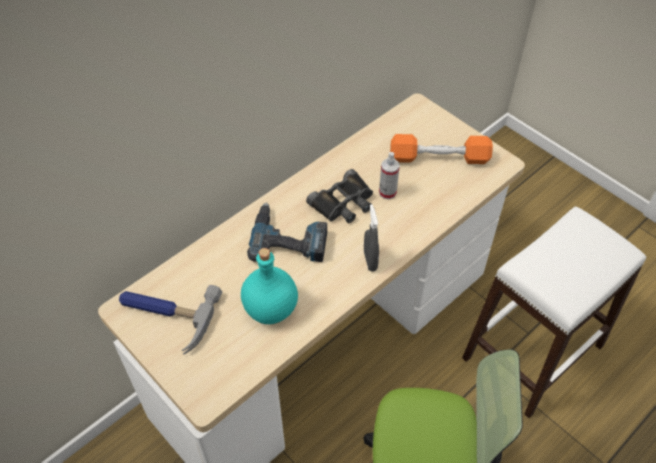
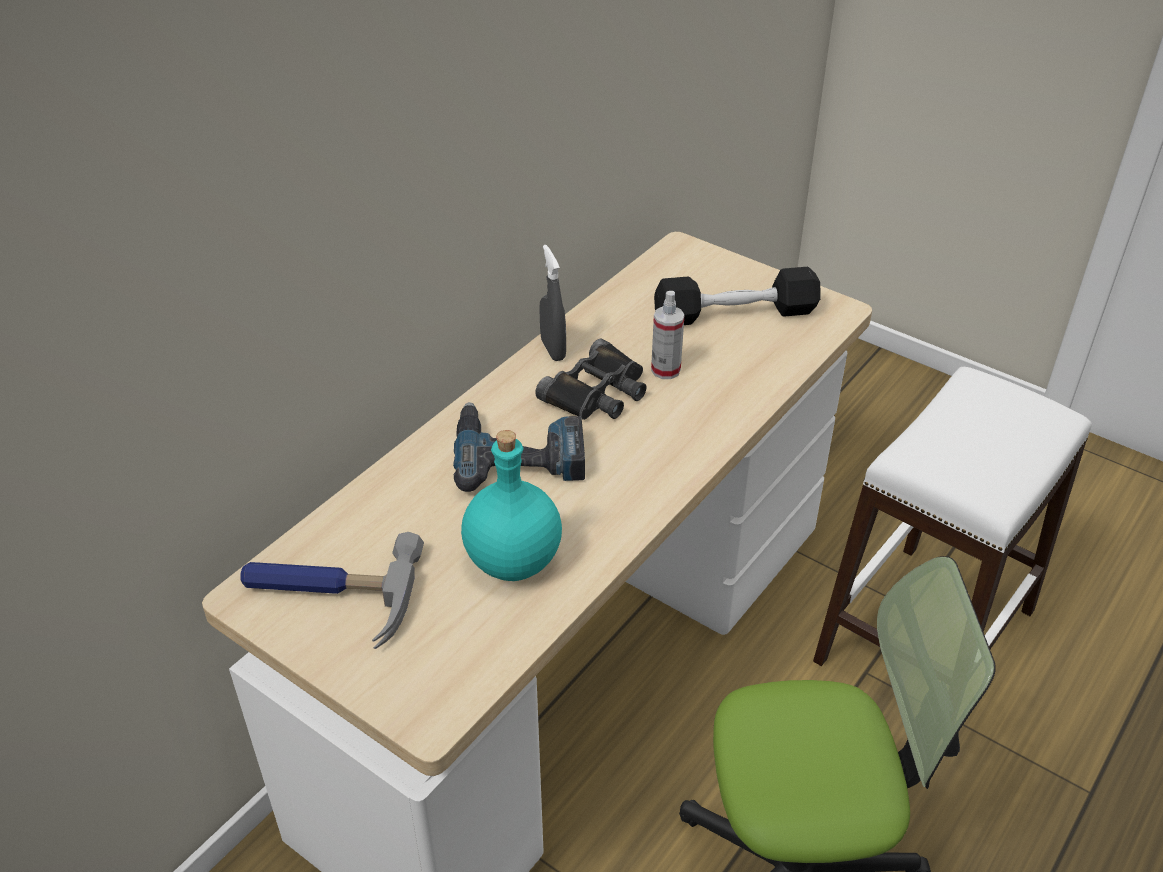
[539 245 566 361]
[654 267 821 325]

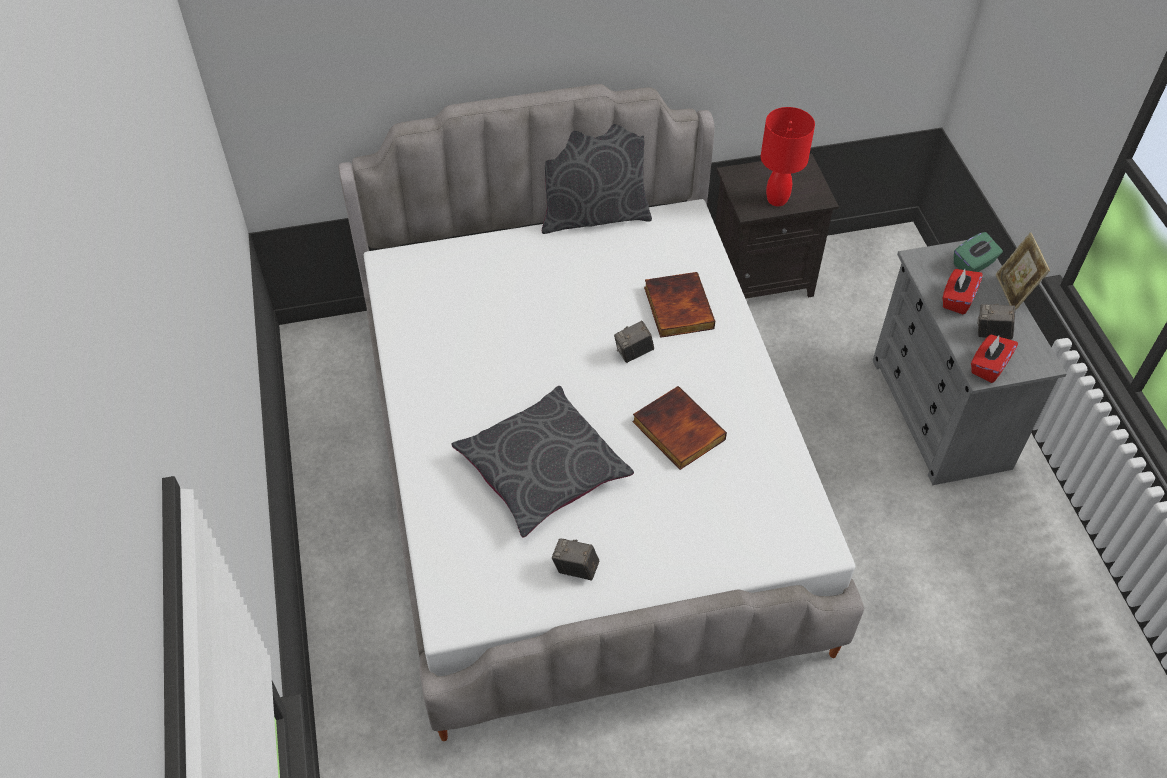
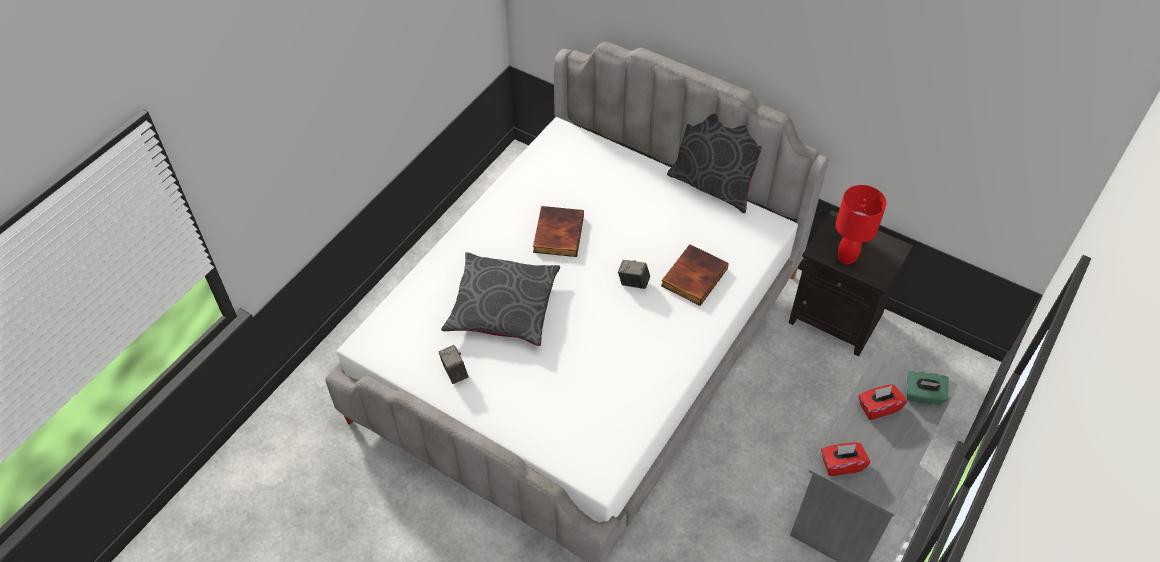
[533 206 584 257]
[977 303 1015 340] (first image)
[996 232 1050 311] (first image)

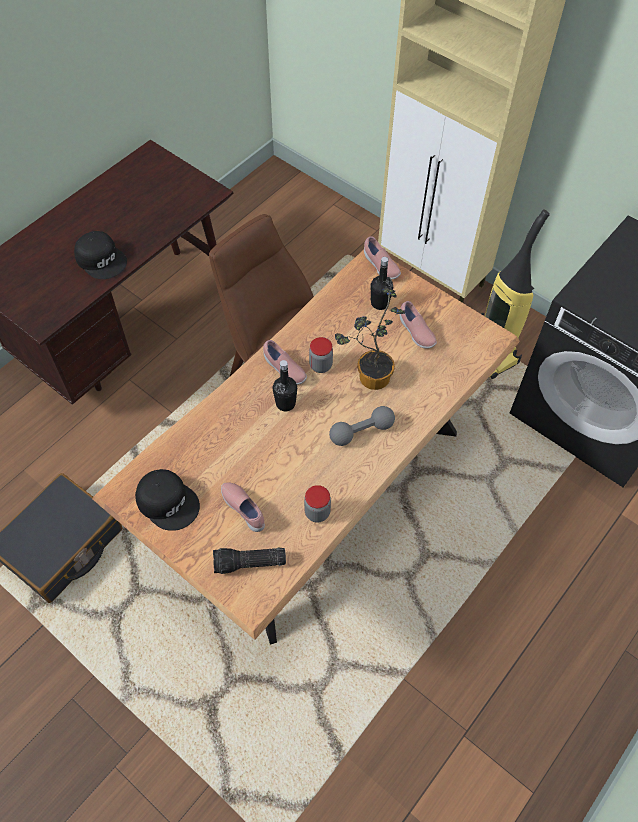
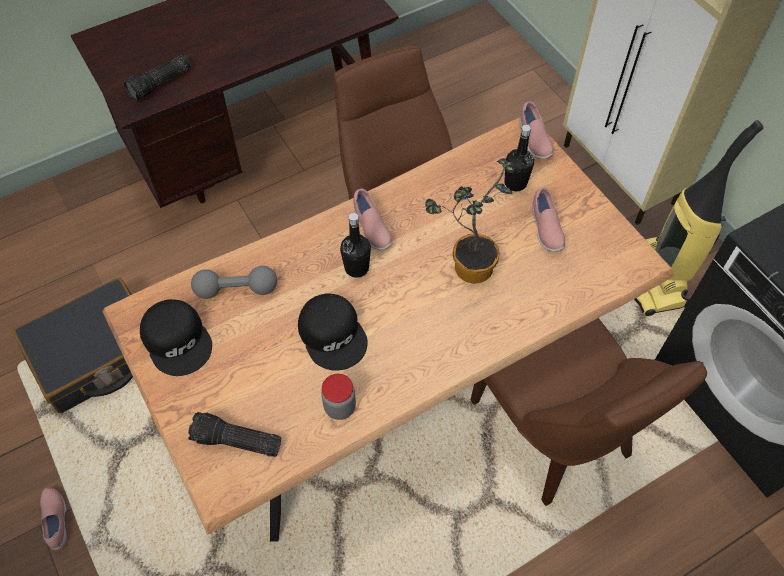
[298 294 368 371]
[40 488 67 550]
[309 337 333 373] (first image)
[191 266 277 299]
[123 55 191 101]
[471 318 707 506]

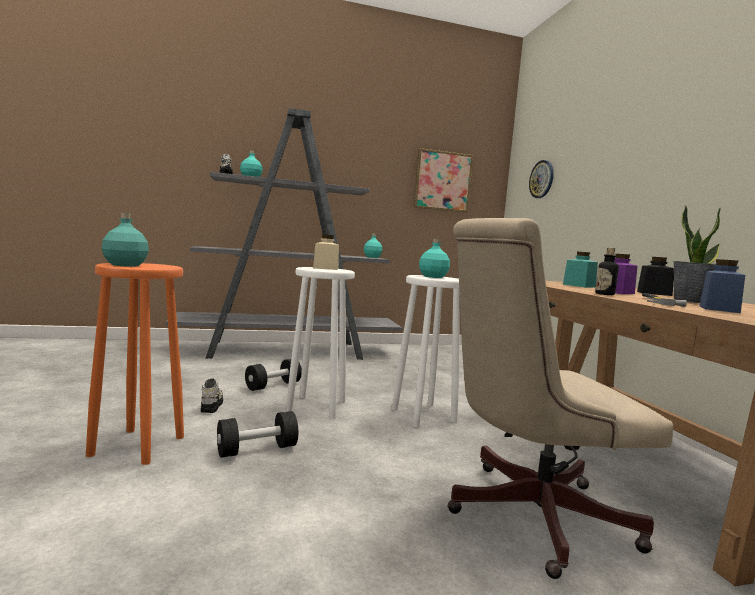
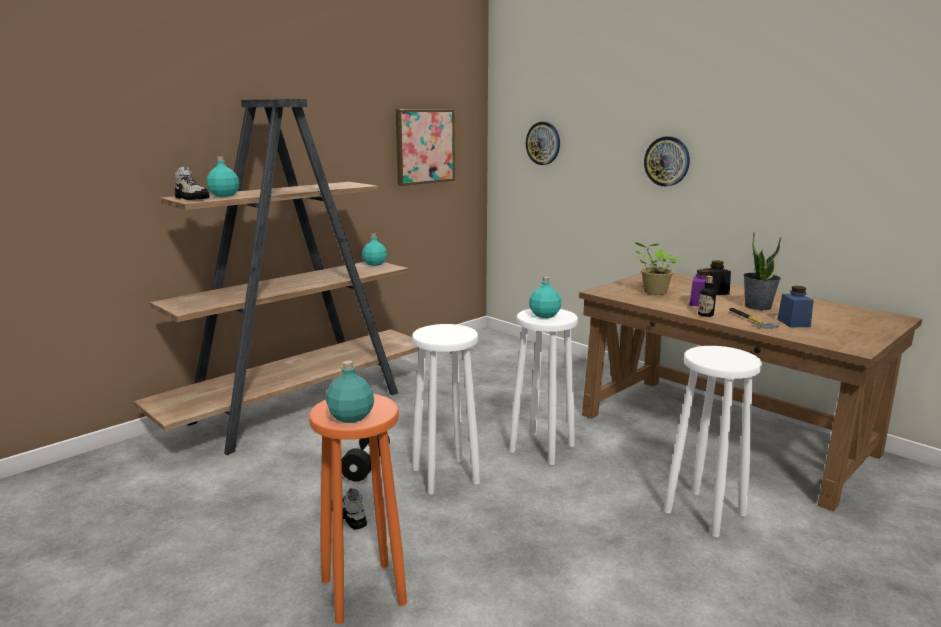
[134 99 419 455]
[217 411 298 458] (first image)
[313 234 339 270] (first image)
[664 346 762 537]
[631 242 680 295]
[644 136 690 187]

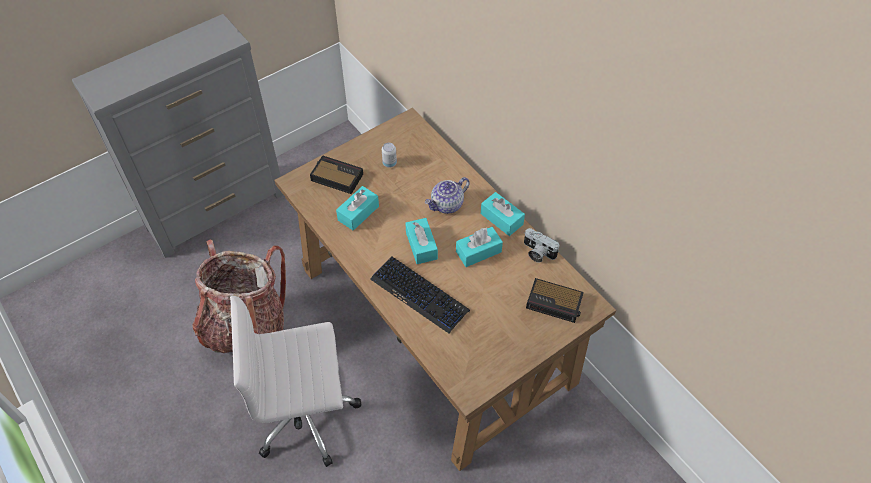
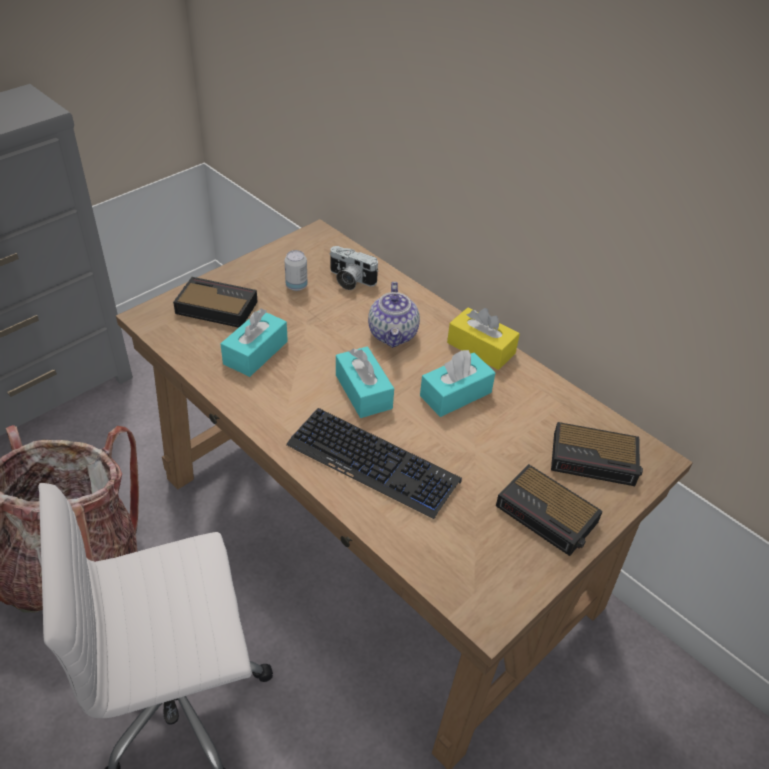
[368 282 420 348]
[447 307 520 370]
[330 246 379 290]
[496 464 603 556]

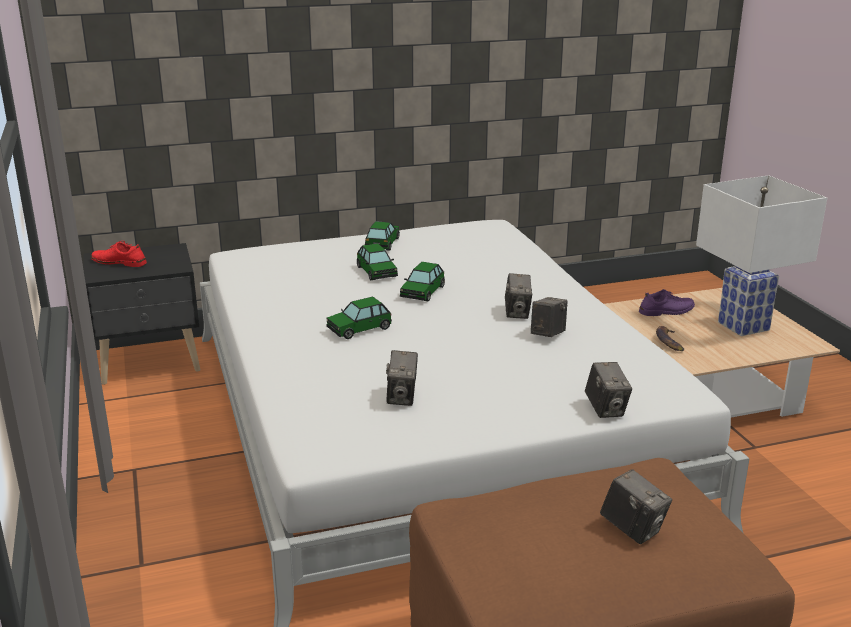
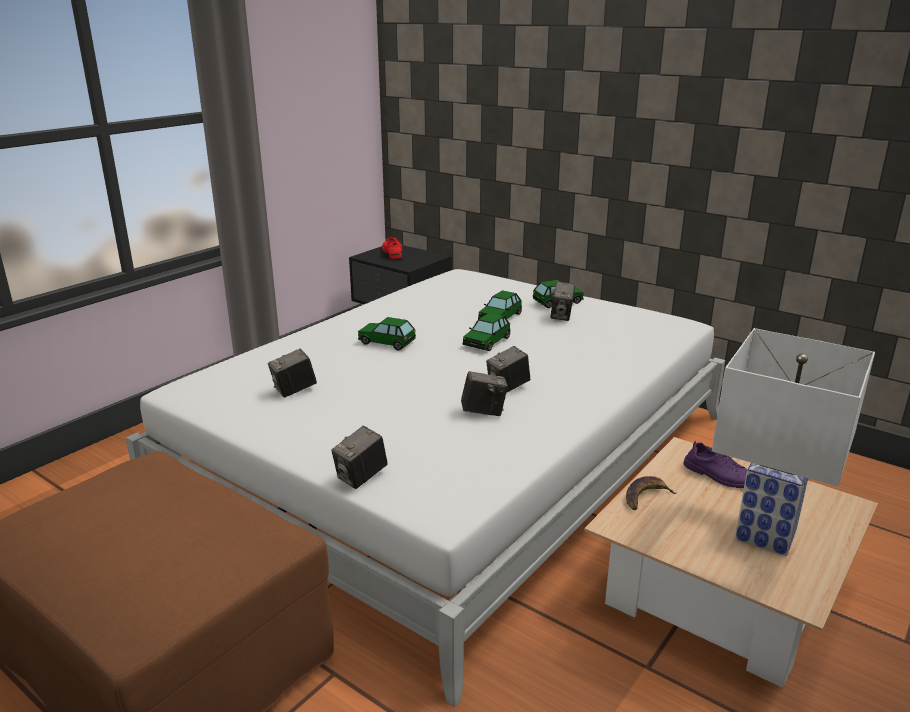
[462 313 510 351]
[551 282 575 321]

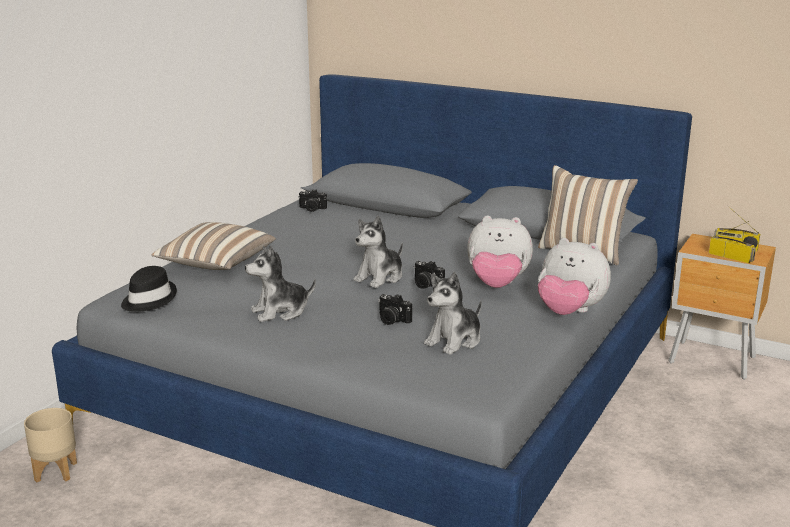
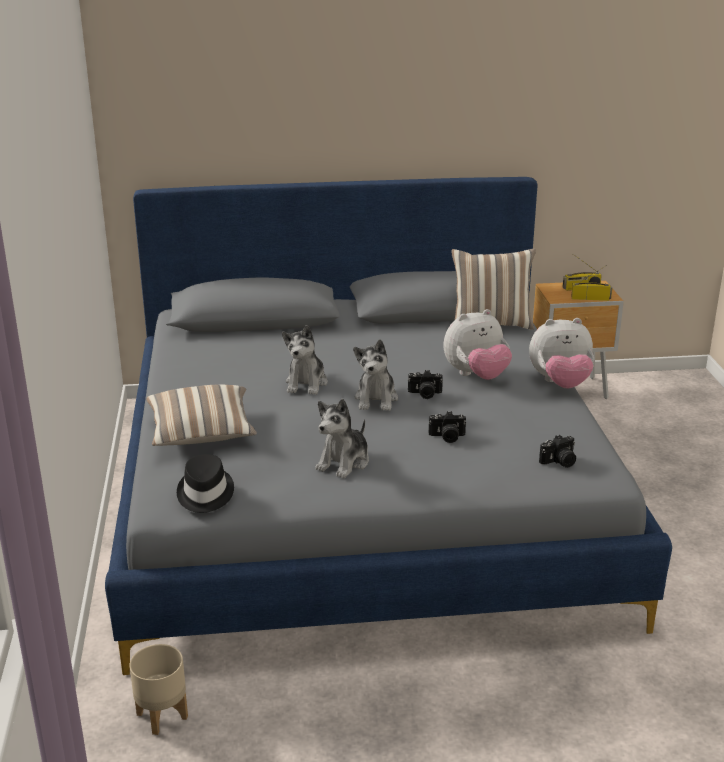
[539 435 576 468]
[282 325 328 395]

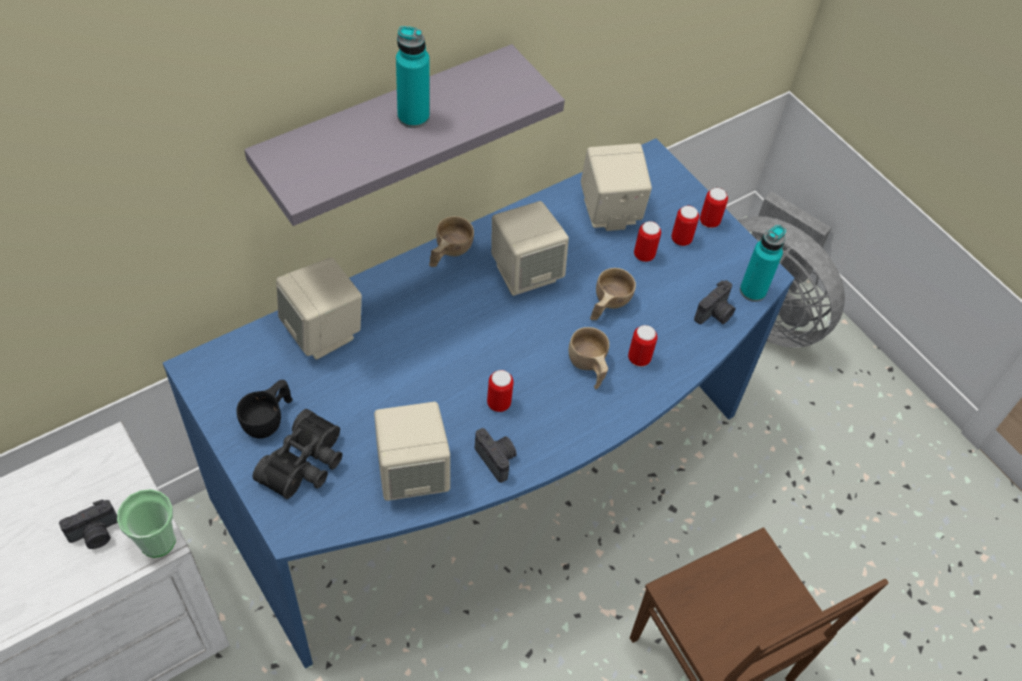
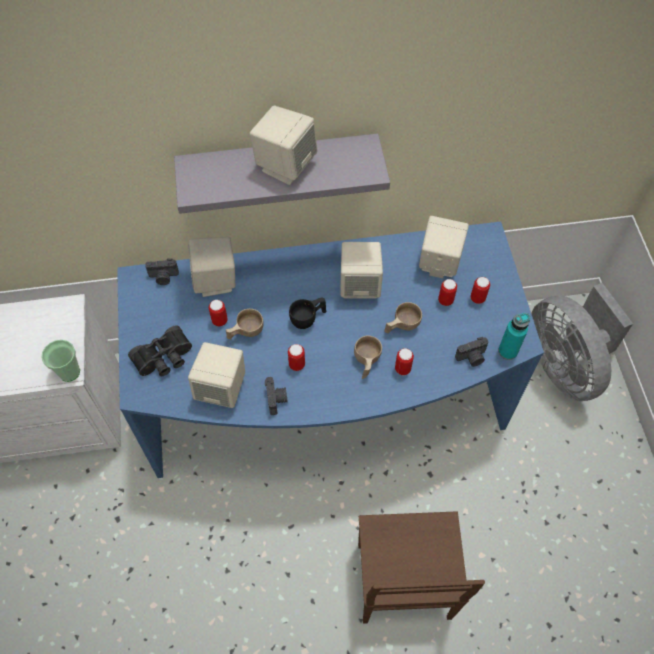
[145 259 179 285]
[289 297 327 329]
[250 106 317 185]
[226 309 264 339]
[209 300 228 326]

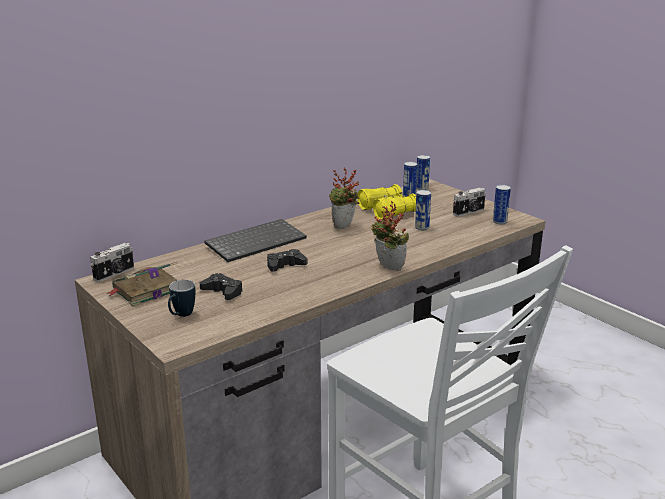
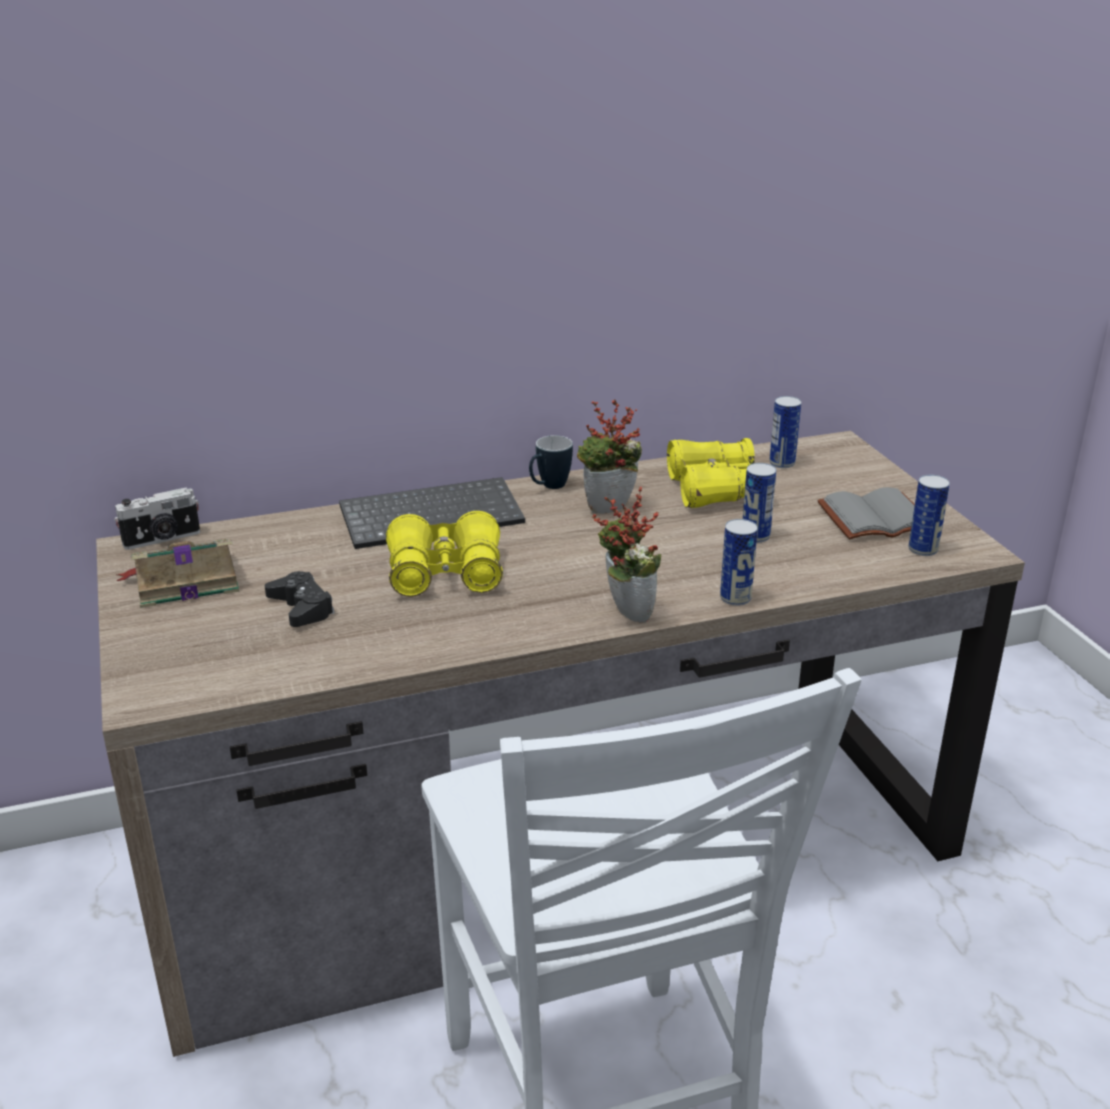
[529 435 573 489]
[386 511 503 597]
[720 519 758 606]
[818 487 915 540]

